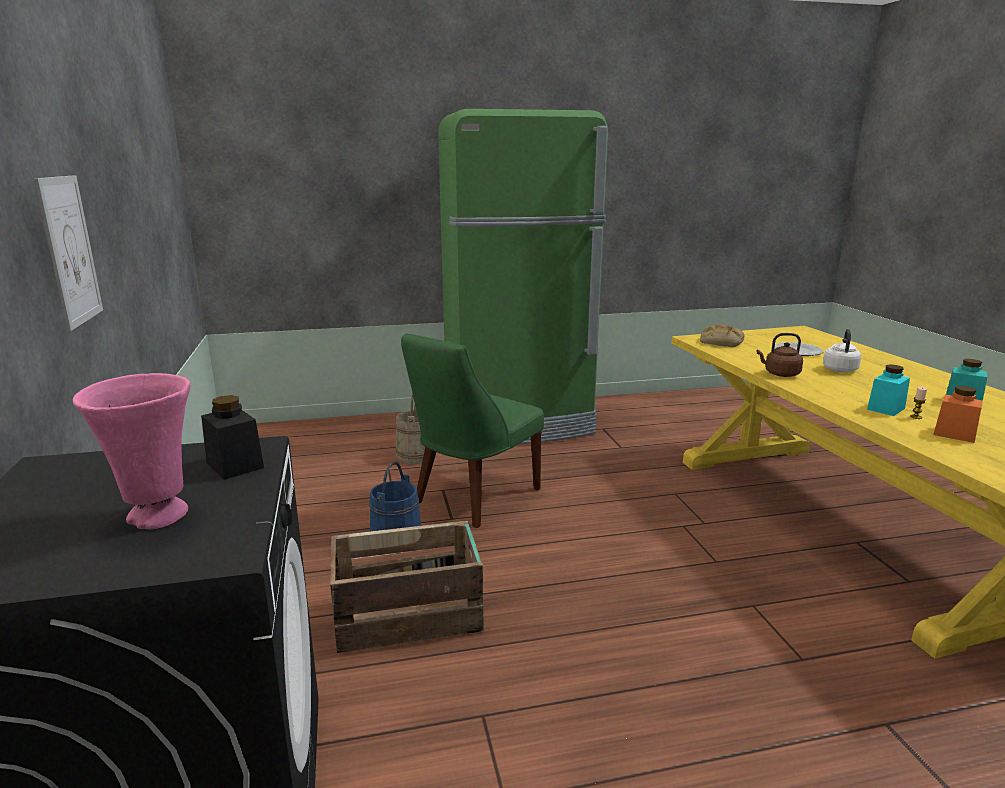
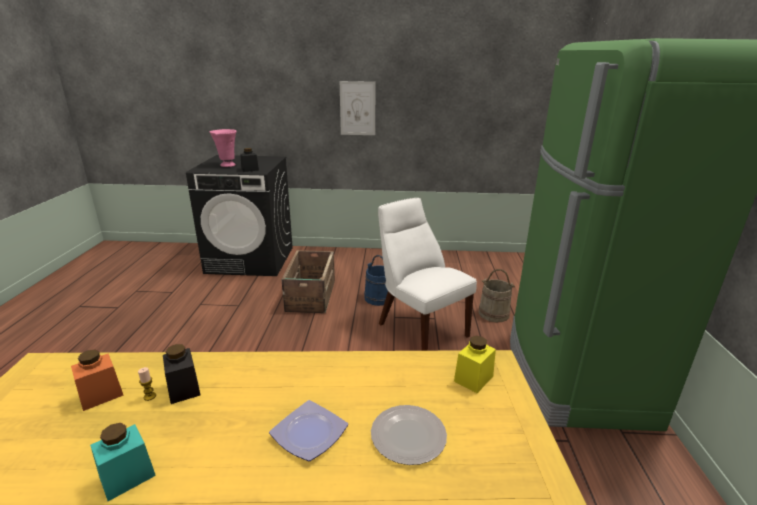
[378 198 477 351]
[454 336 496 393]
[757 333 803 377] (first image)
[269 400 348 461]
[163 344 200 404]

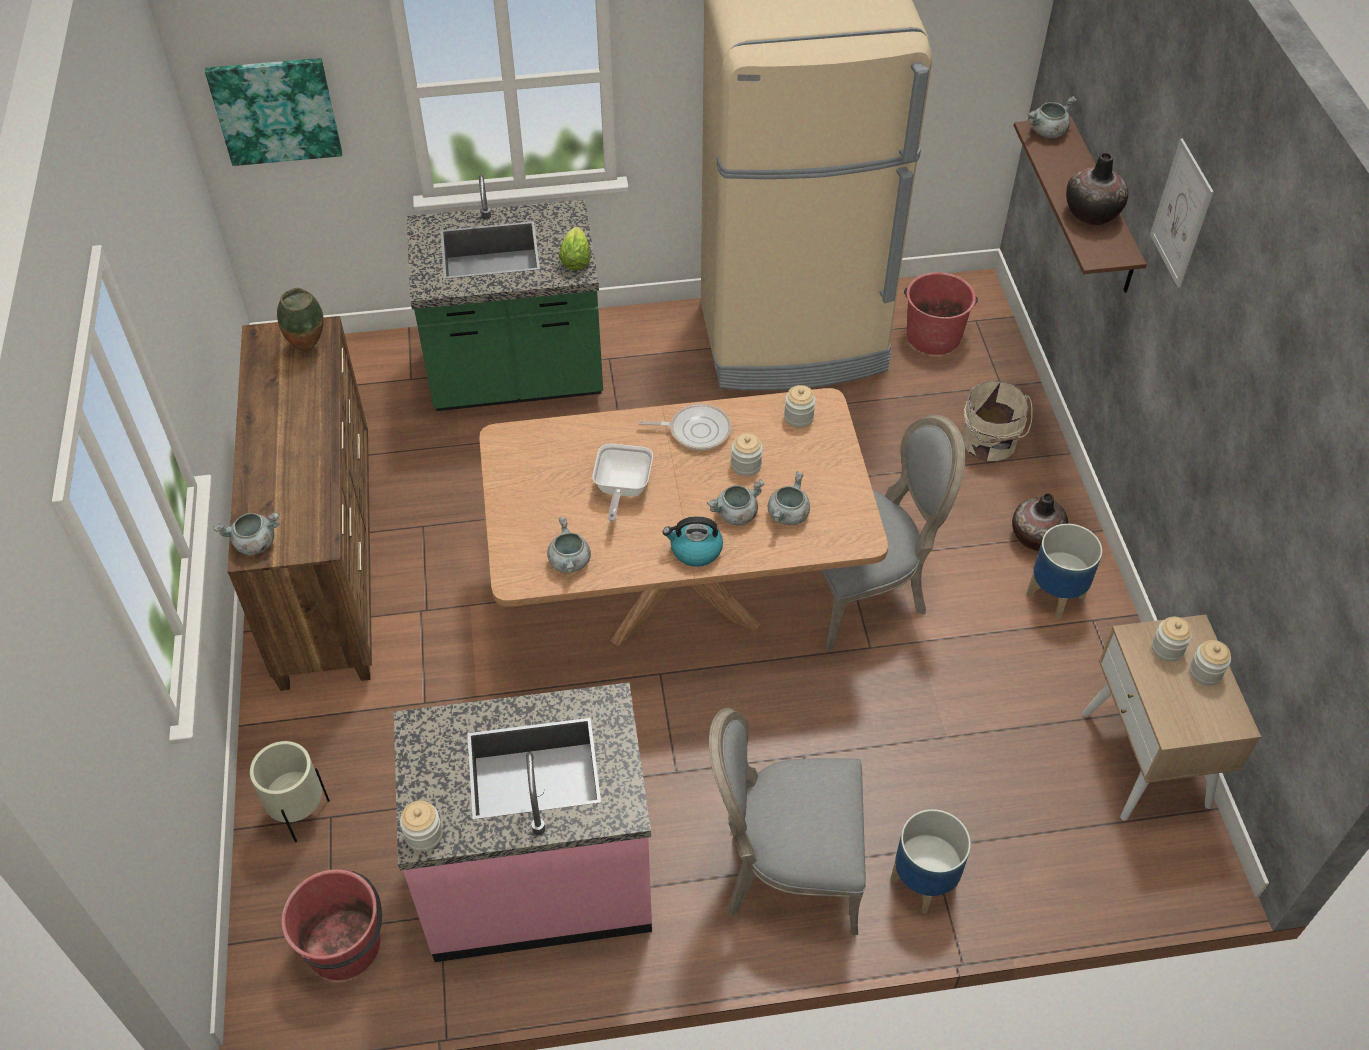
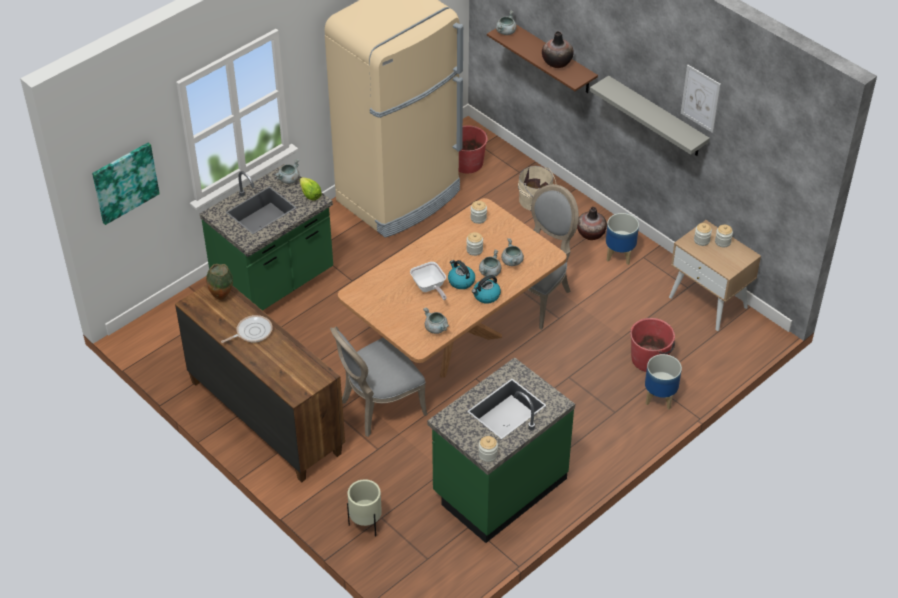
[275 158 299 184]
[630 318 675 372]
[427 357 575 543]
[221 315 272 343]
[330 327 427 437]
[681 65 721 133]
[448 260 475 289]
[590 75 710 156]

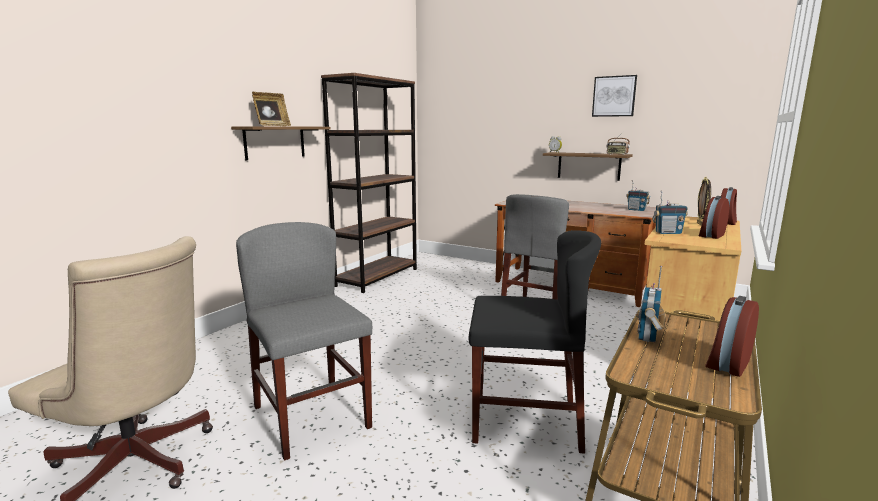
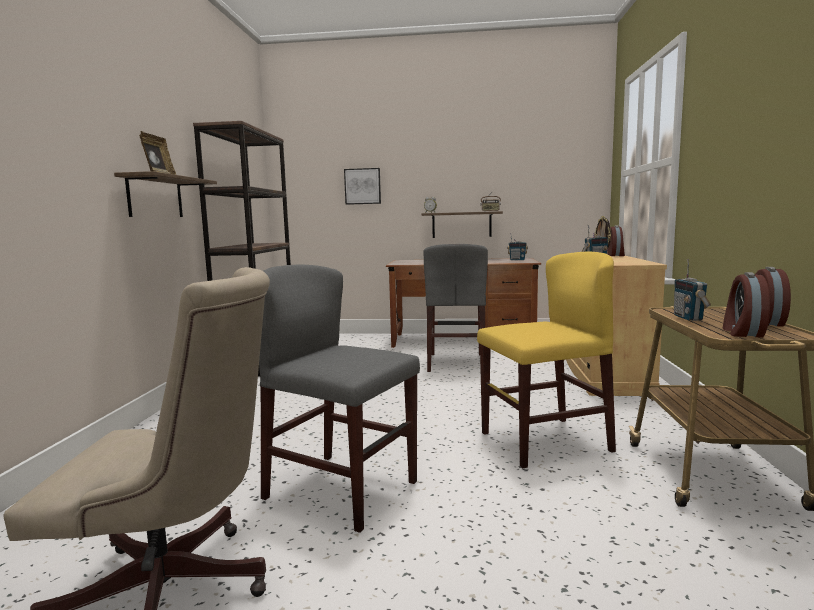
[477 252 616 468]
[344 168 381 205]
[722 272 770 338]

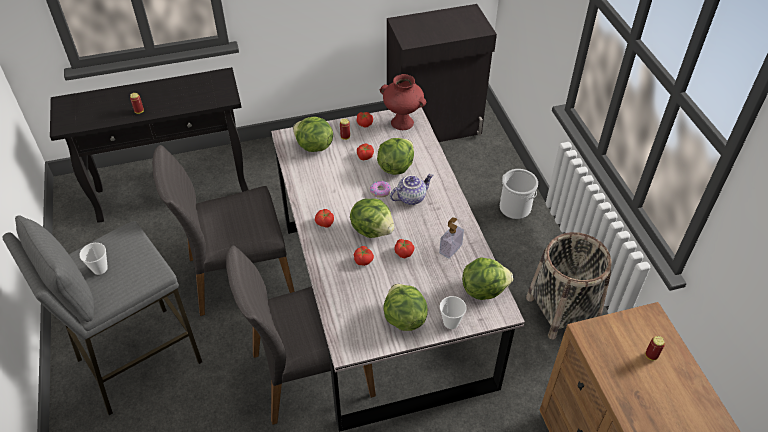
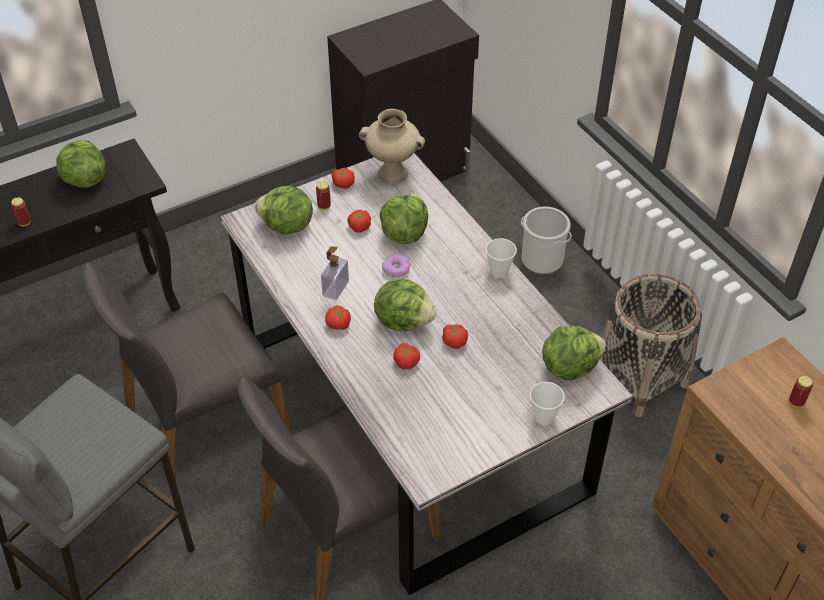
[486 238 517 278]
[359 109 425 184]
[56 140 106 188]
[390 174 434 205] (first image)
[321 246 349 300]

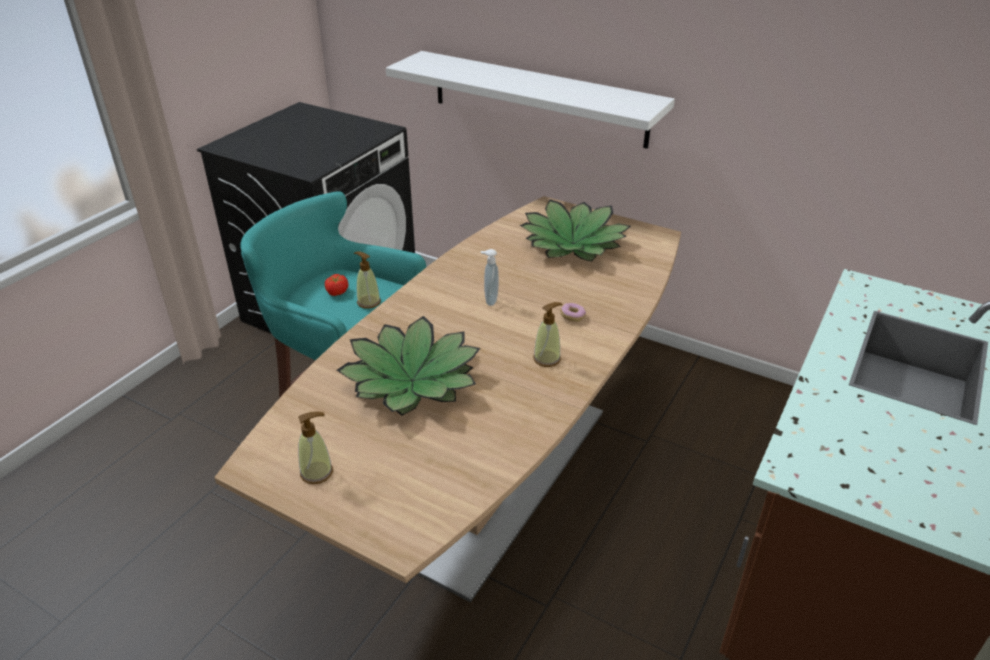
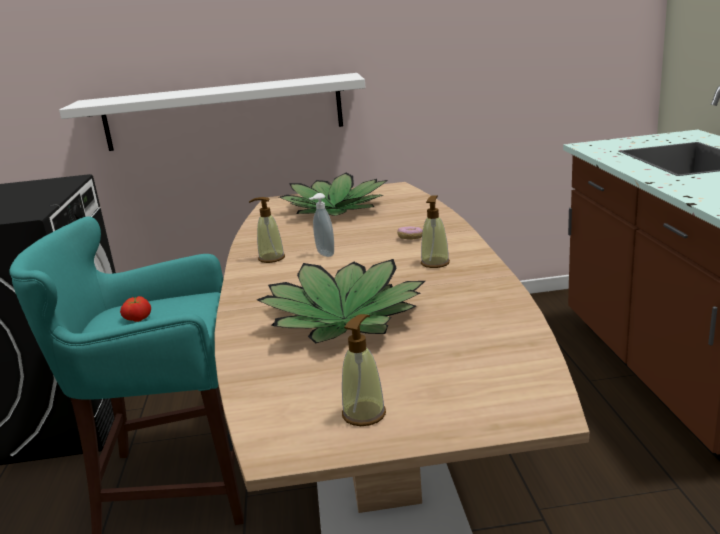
[249 197 285 263]

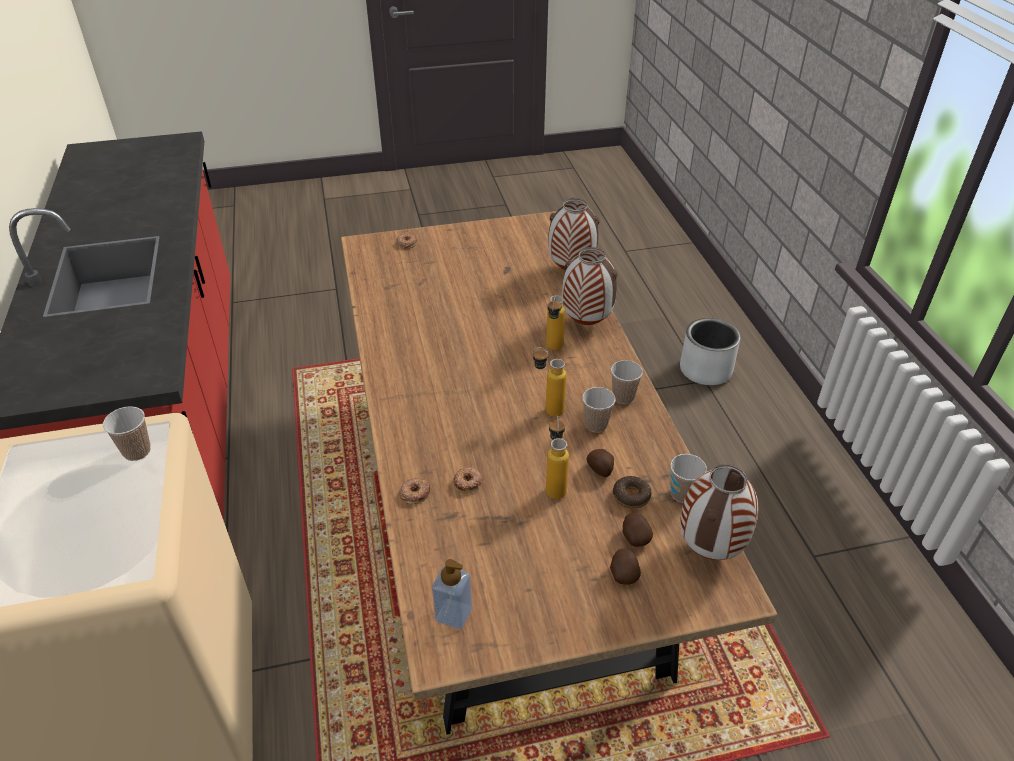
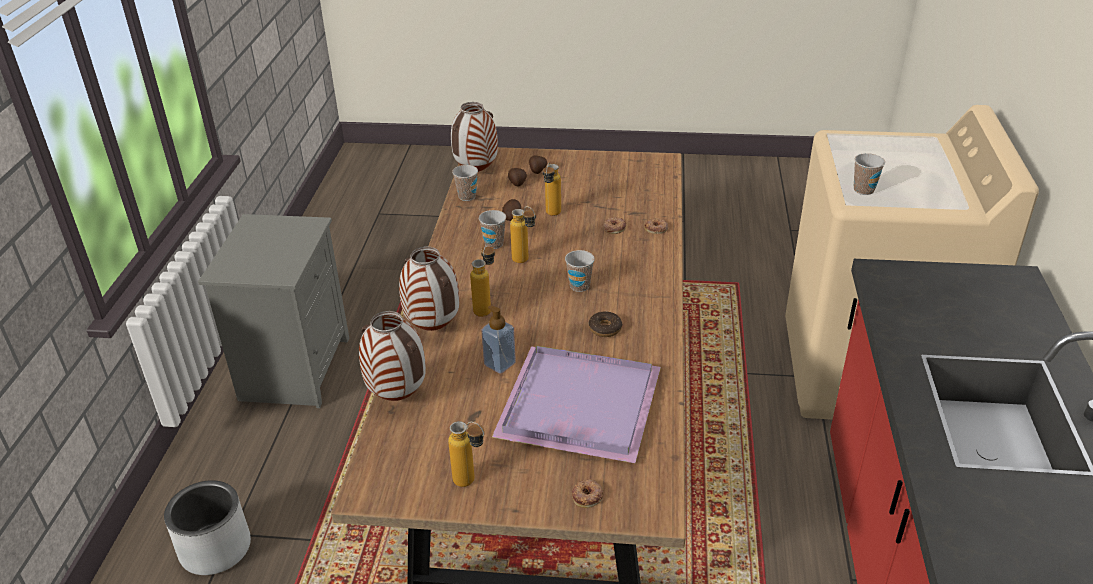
[481 305 516 374]
[565 250 595 292]
[589 312 622 337]
[198 214 349 408]
[448 421 484 487]
[492 346 661 463]

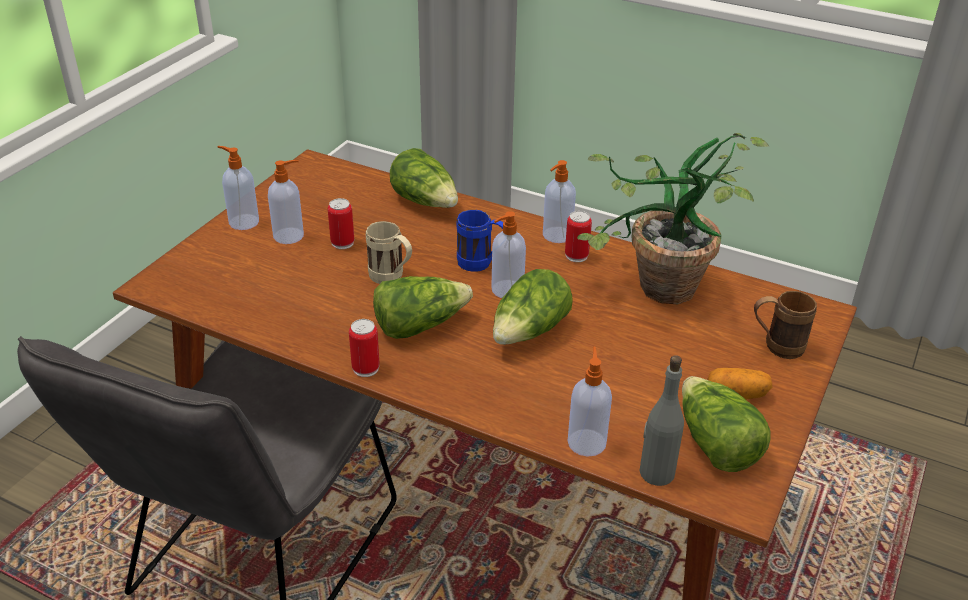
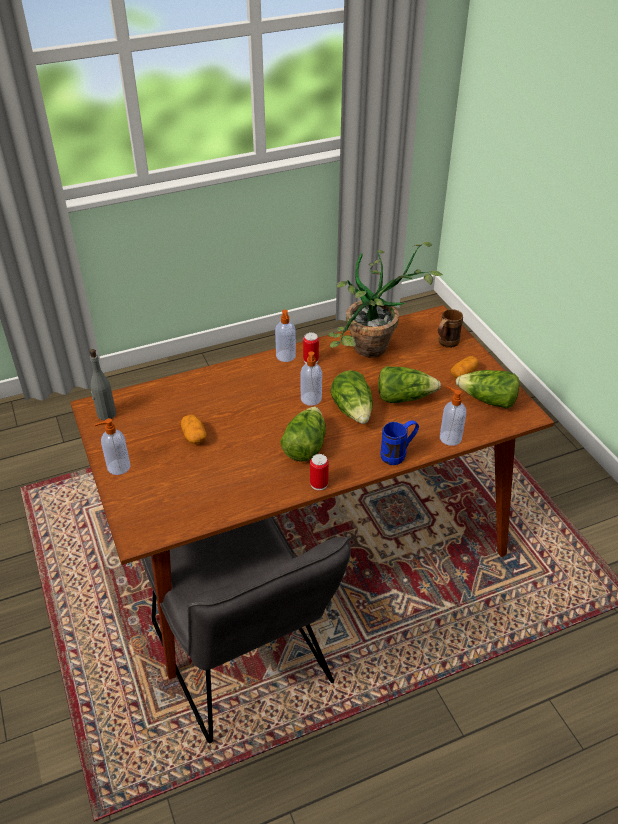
[268 160 304 244] (first image)
[181 415 207 444]
[366 221 412 284] (first image)
[378 366 441 403]
[380 420 419 465]
[90 349 116 420]

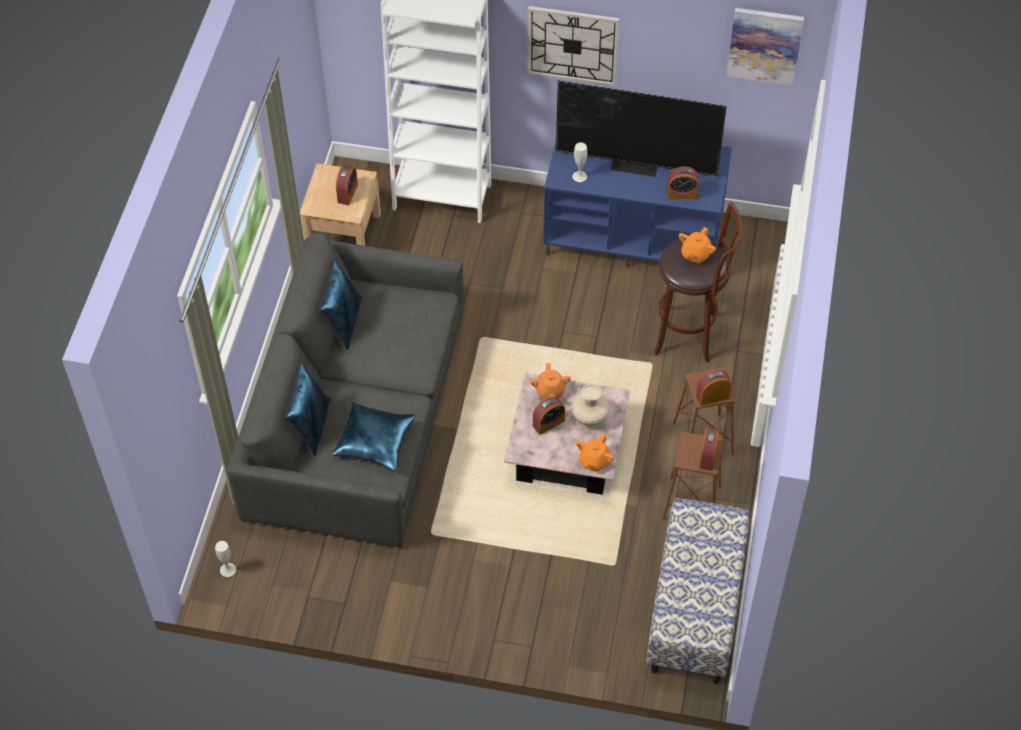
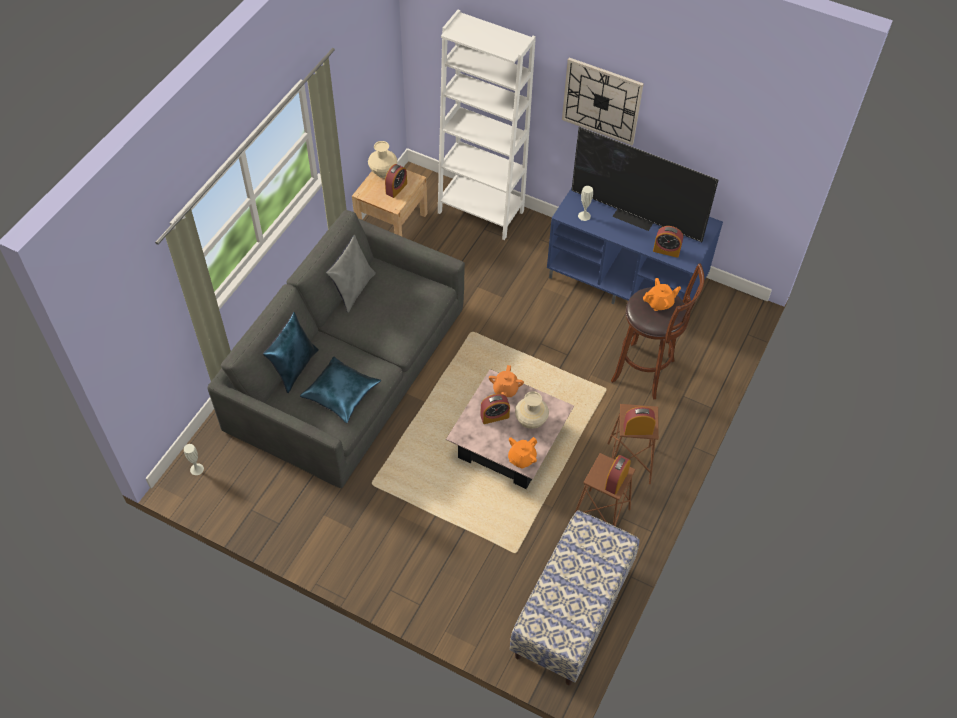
[326 235 376 313]
[643 278 681 311]
[726 8 804 85] (first image)
[368 141 398 178]

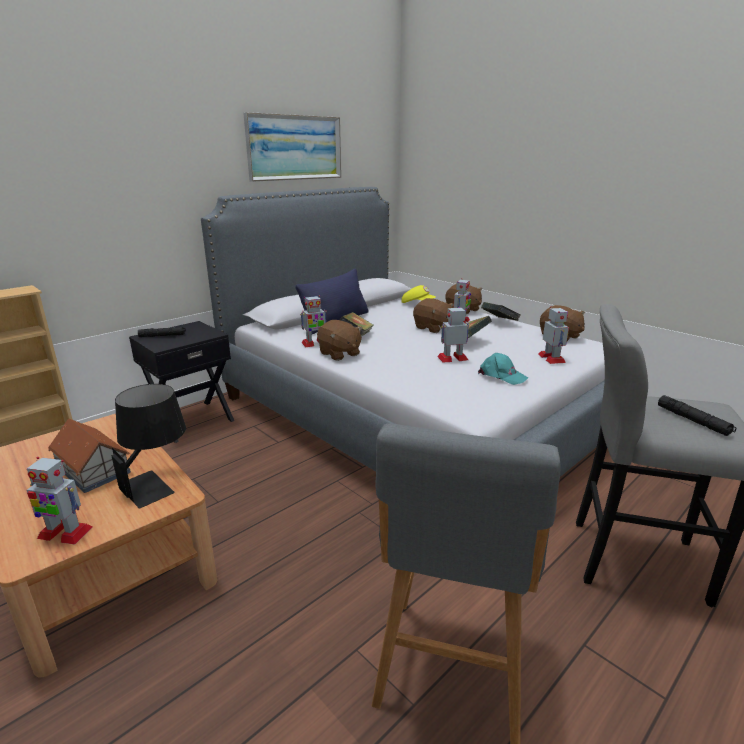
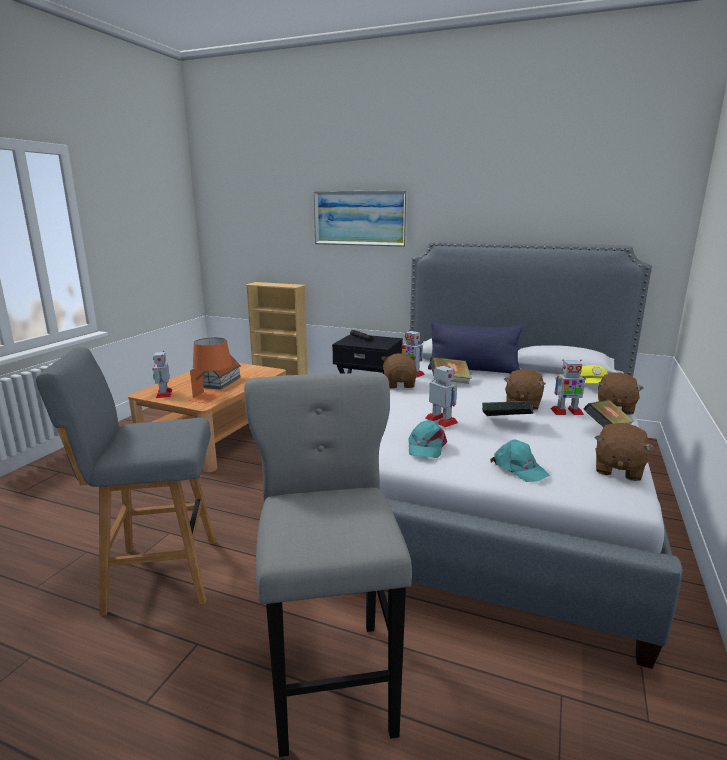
[189 338 232 403]
[314 190 408 247]
[381 353 417 388]
[490 439 550 482]
[658 395 737 436] (first image)

